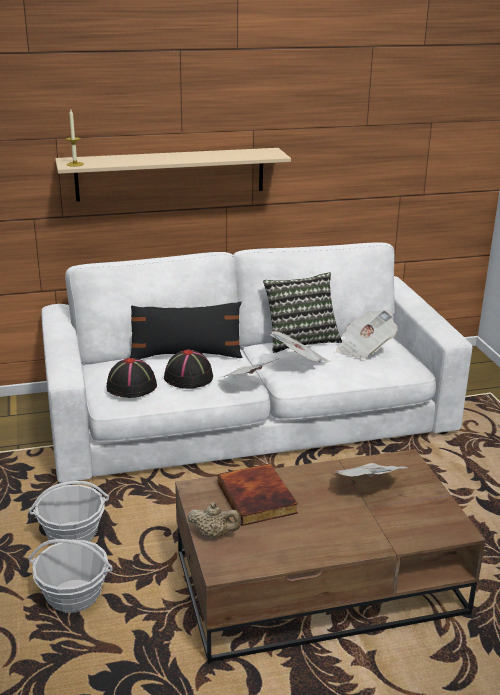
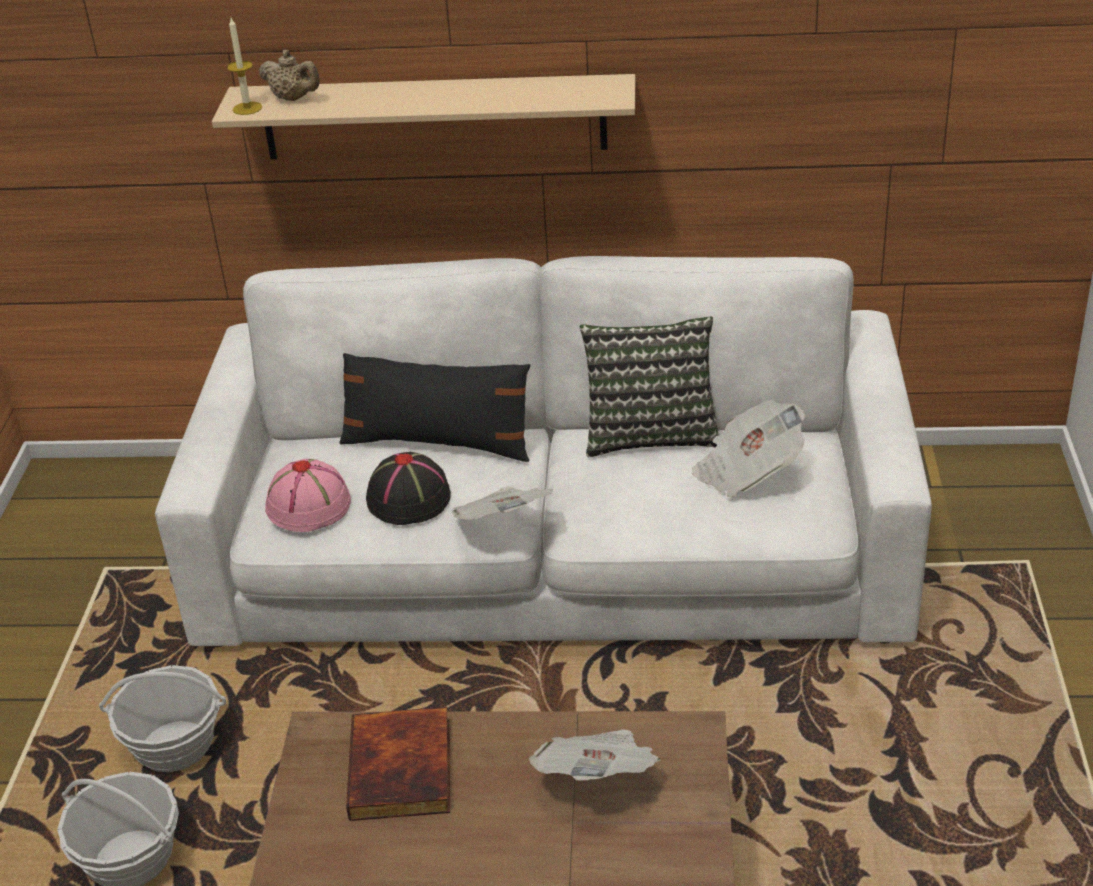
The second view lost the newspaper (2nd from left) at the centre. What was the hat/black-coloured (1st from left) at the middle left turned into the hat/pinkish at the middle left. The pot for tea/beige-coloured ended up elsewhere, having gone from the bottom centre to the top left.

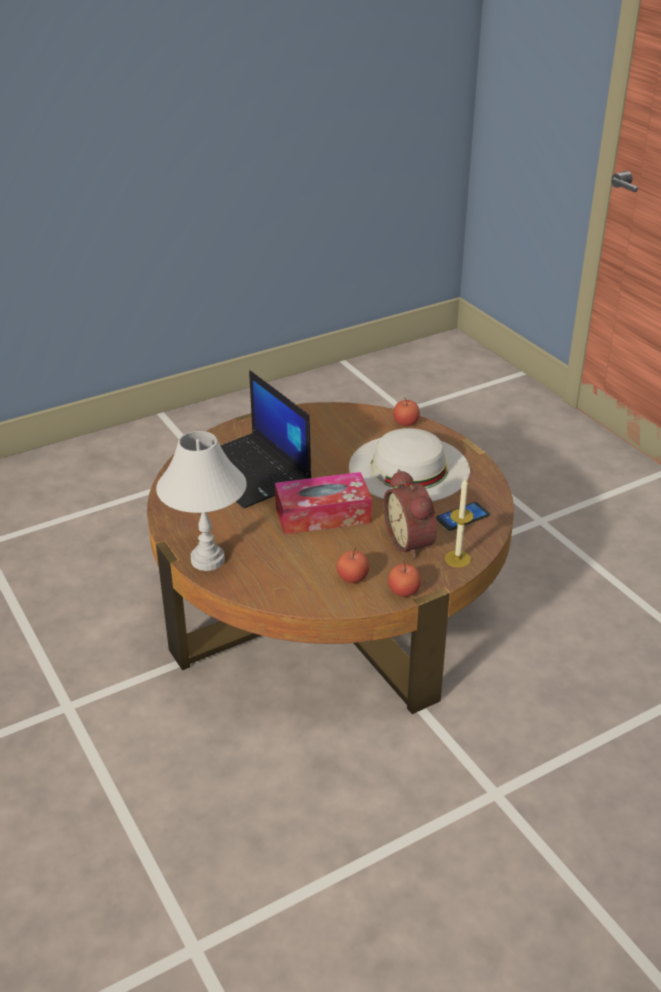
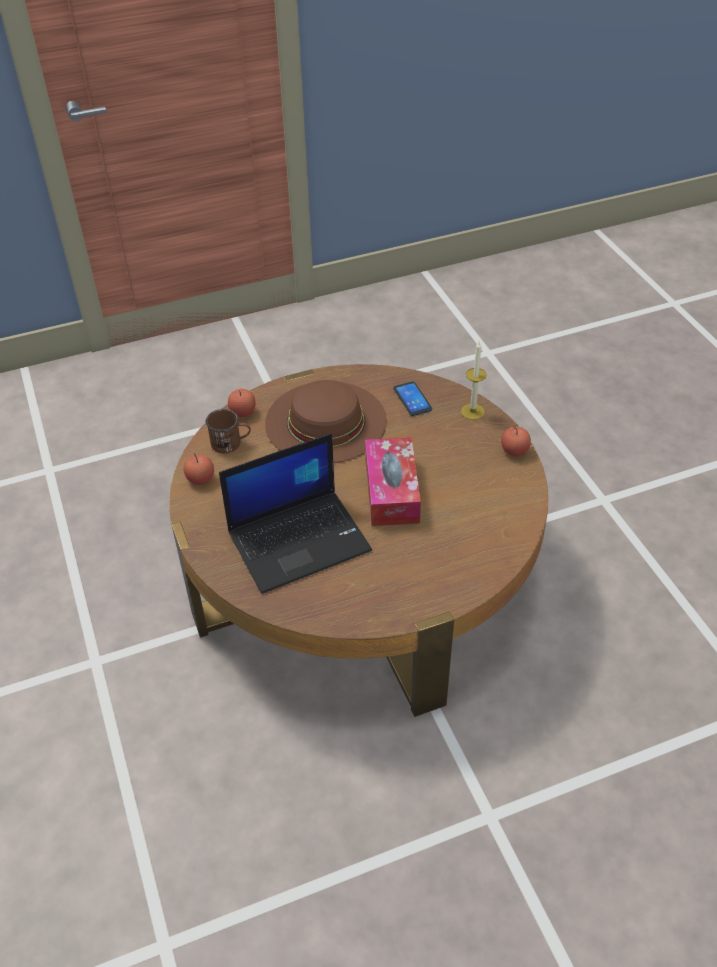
What was the hat/whitish at the centre turned into the hat/brown at the centre. The second view lost the table lamp/whitish at the middle left. The second view lost the bedside clock at the centre. The apple fruit (1st from left) ended up elsewhere, having gone from the centre to the middle left. The second view gained the mug/brown at the middle left.

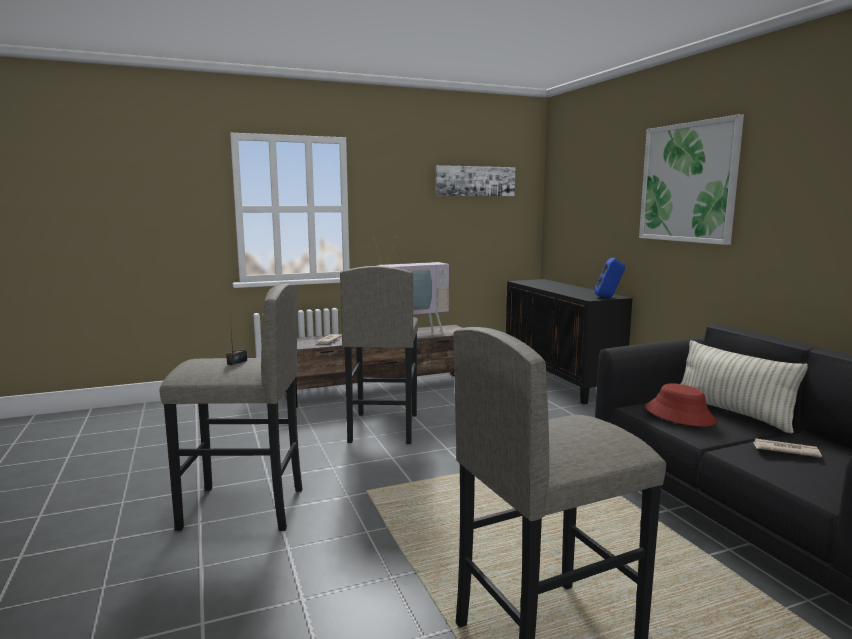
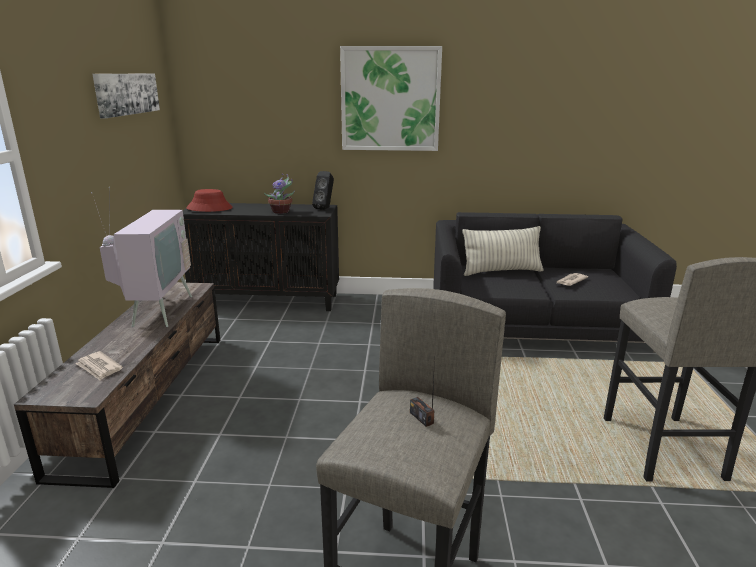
What was the speaker/bluish at the middle right turned into the speaker/black-coloured at the centre. The second view lost the stool/grey (2nd from left) at the centre. The hat/red ended up elsewhere, having gone from the middle right to the middle left. The second view gained the plant in a pot at the centre.

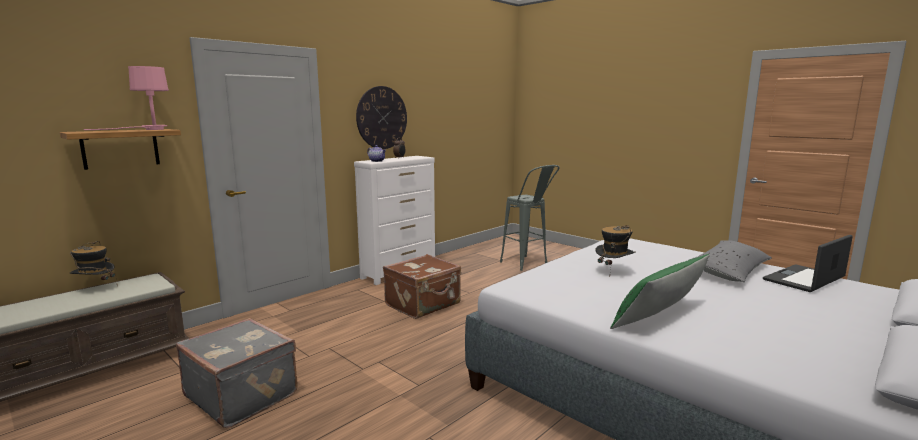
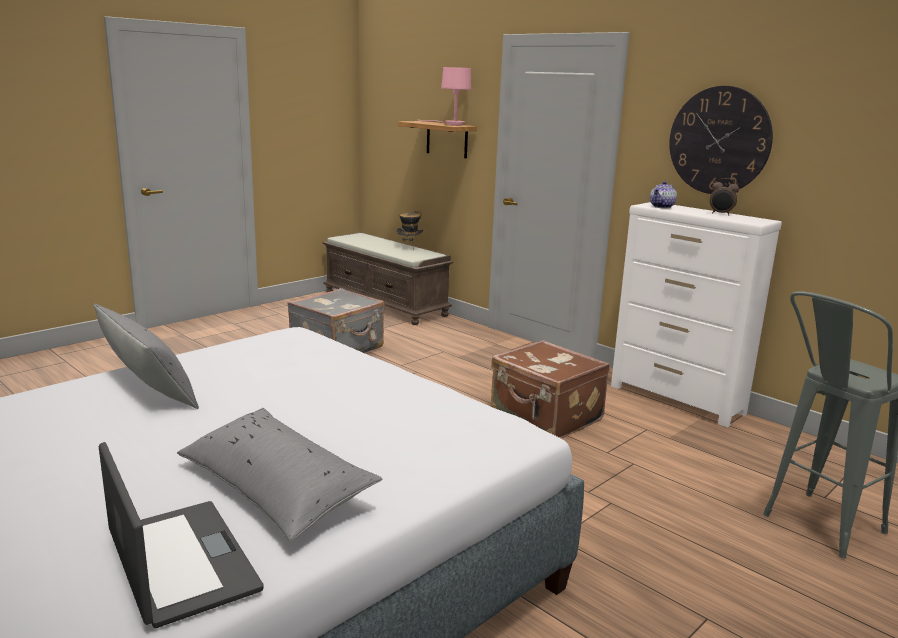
The second view lost the hat (2nd from left) at the middle right. What was the cushion/green at the middle right turned into the cushion/grey (1st from left) at the middle left.

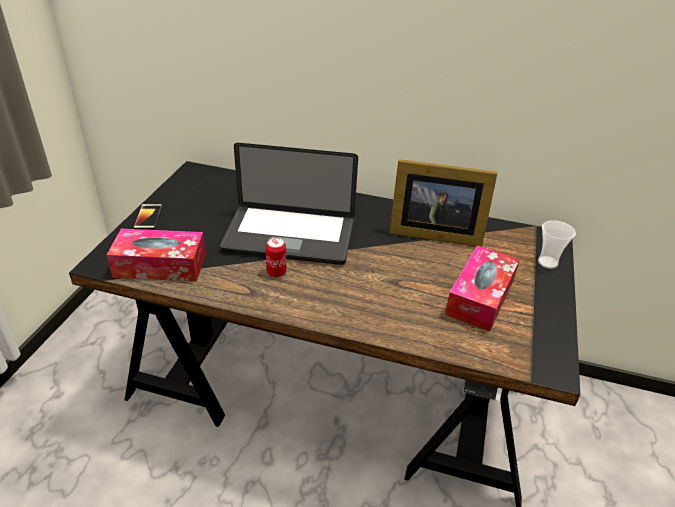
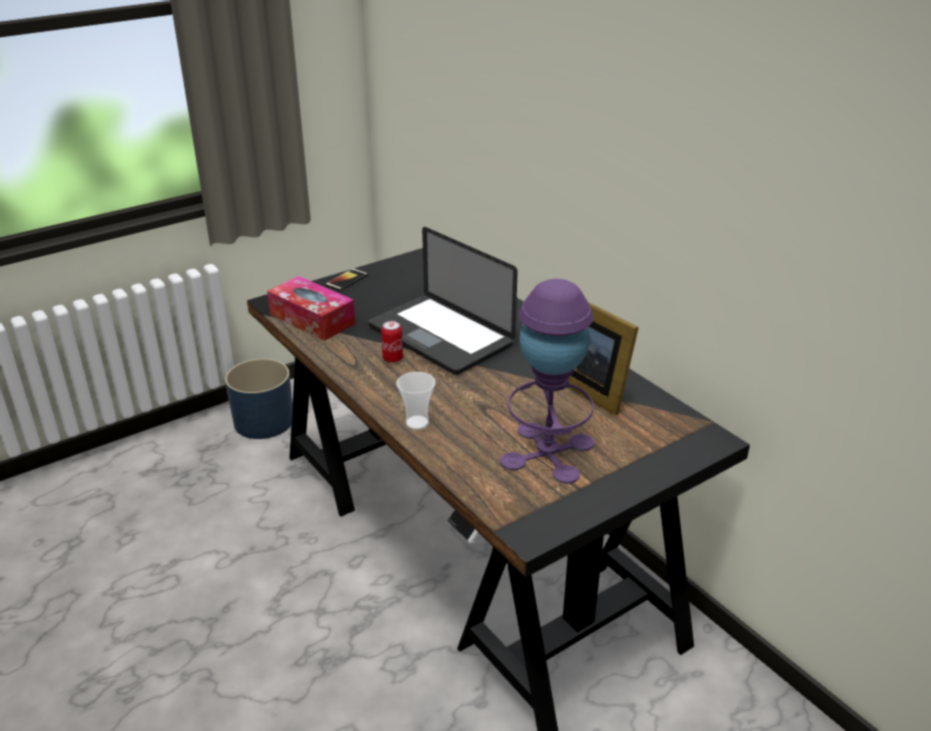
The drinking cup ended up elsewhere, having gone from the middle right to the centre. Where the tissue holder (2nd from left) stood at the middle right, the table lamp/purple came to stand at the centre. The second view gained the flower pot/bluish at the middle left.

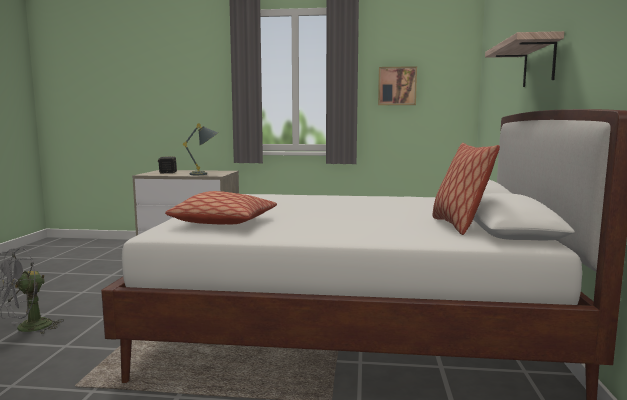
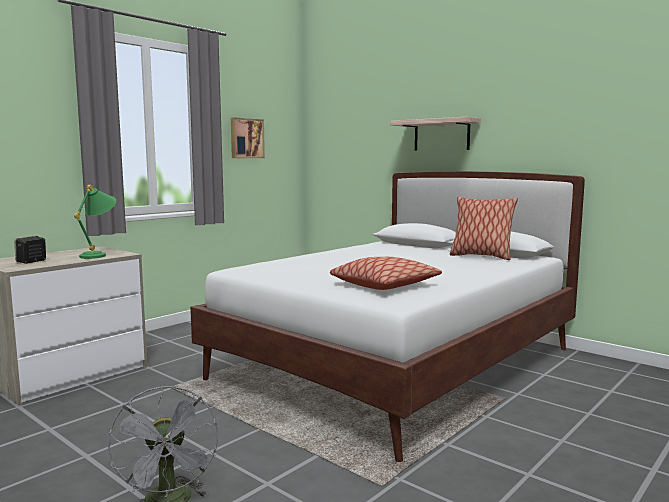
What was the table lamp/grey at the middle left turned into the table lamp/green at the middle left.

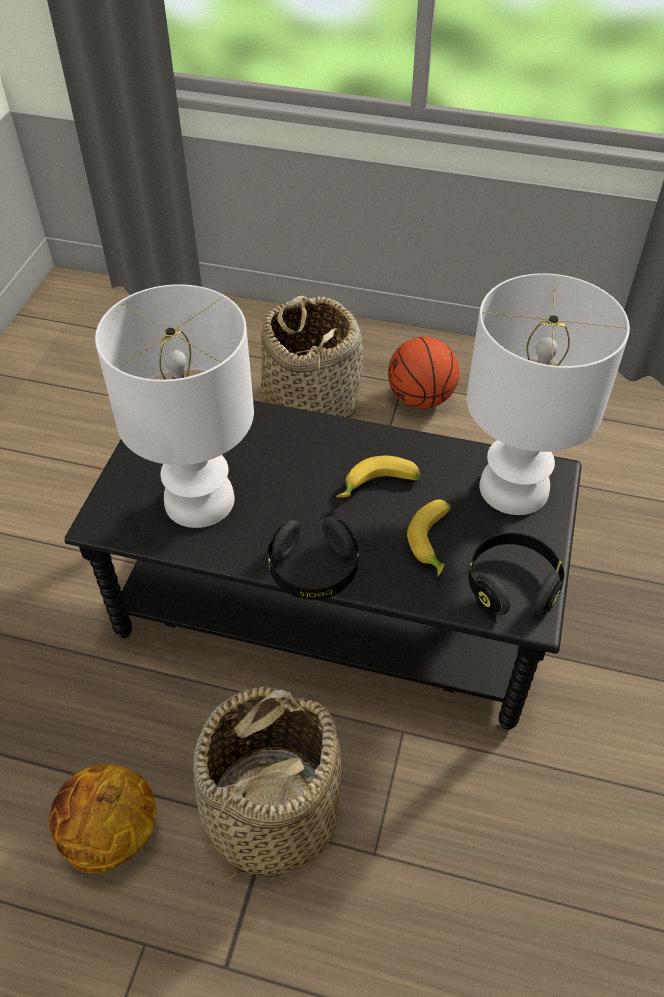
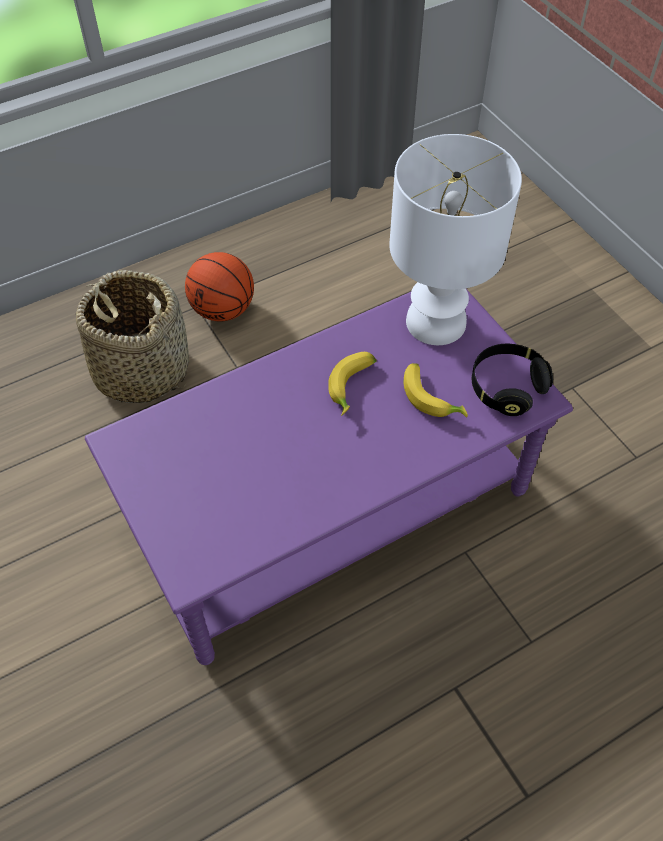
The second view lost the table lamp/whitish (1st from left) at the middle left. What was the coffee table/black-coloured at the centre turned into the coffee table/purple at the centre. The second view lost the pair of headphones/black-coloured (1st from left) at the centre. The second view lost the basket (1st from left) at the bottom centre. The second view lost the basketball (1st from left) at the bottom left.

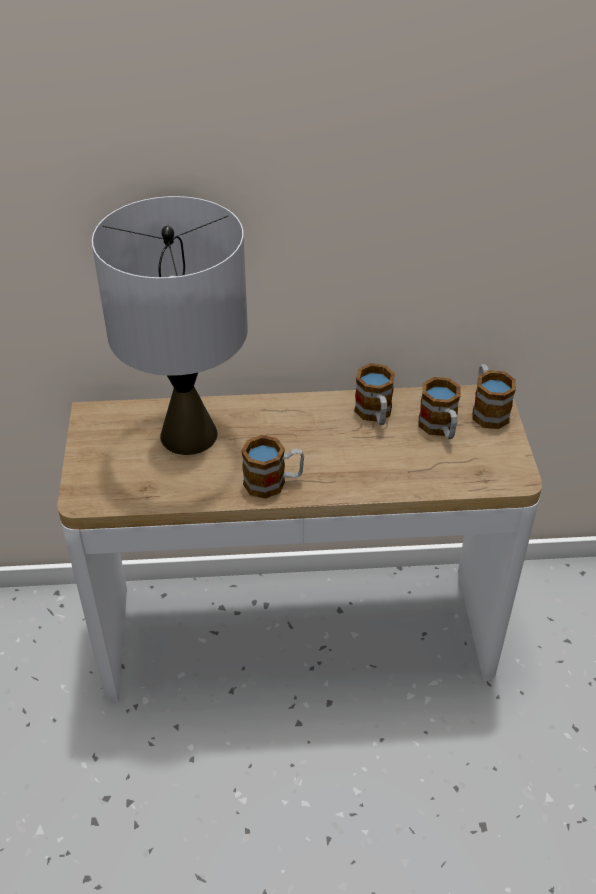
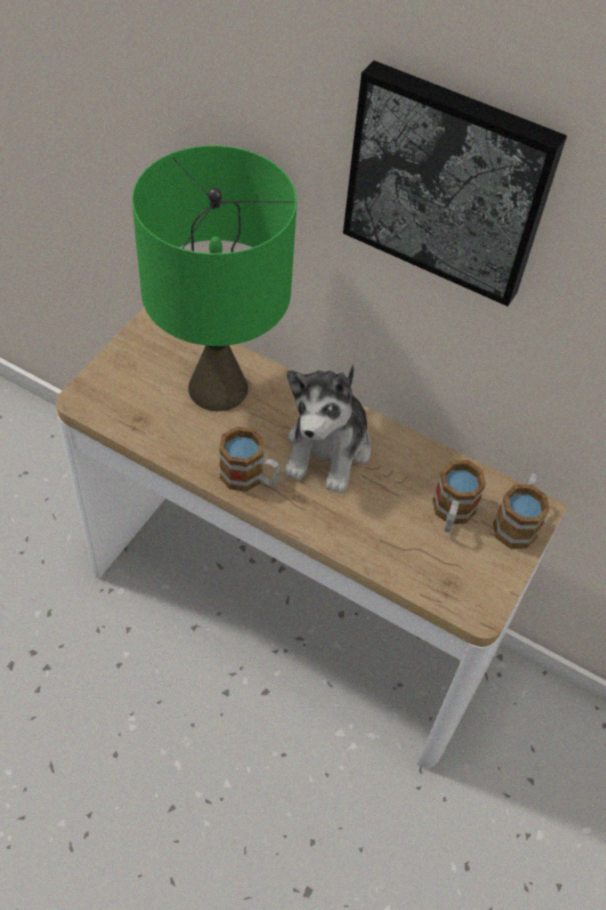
What was the table lamp/grey at the middle left turned into the table lamp/green at the top centre. The second view lost the mug (2nd from left) at the centre. The second view gained the wall picture at the top right. The second view gained the cuddly toy at the centre.

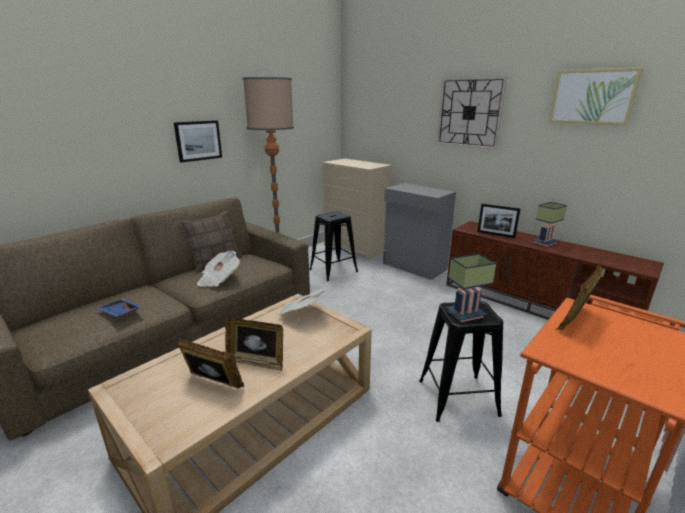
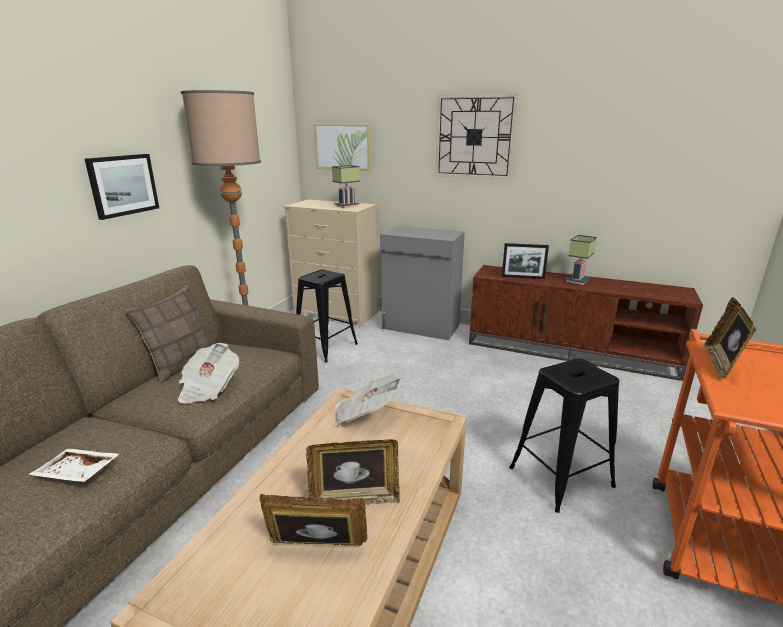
The wall picture (2nd from left) ended up elsewhere, having gone from the top right to the top centre. The table lamp (1st from left) ended up elsewhere, having gone from the middle right to the top centre. What was the tray/bluish at the middle left turned into the tray/whitish at the bottom left.

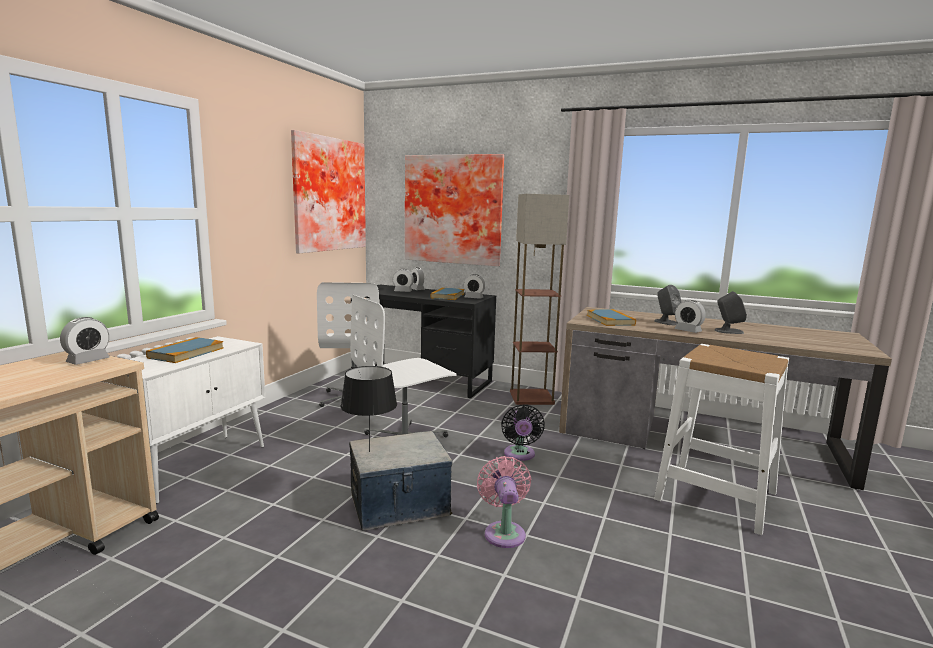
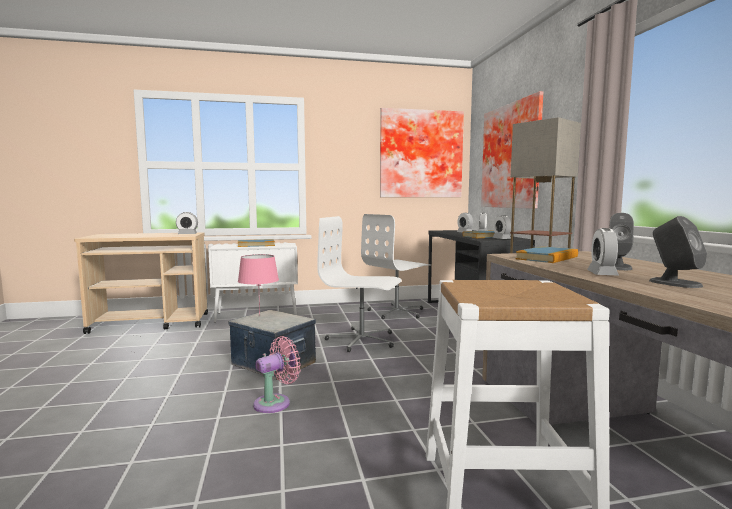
What was the table lamp/black-coloured at the centre turned into the table lamp/pinkish at the centre. The second view lost the cooling fan/black-coloured at the bottom centre.

